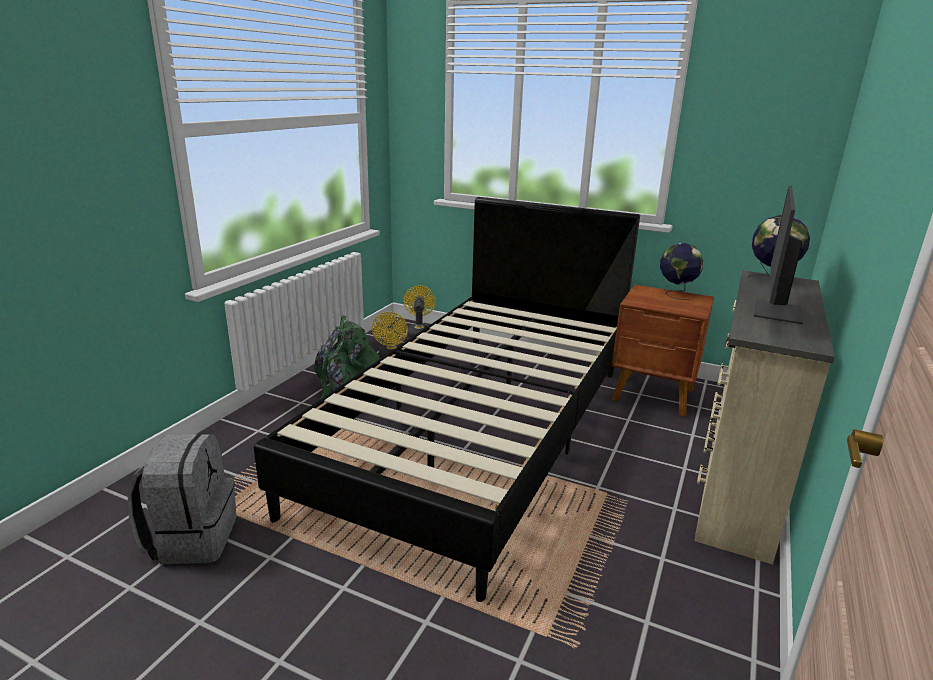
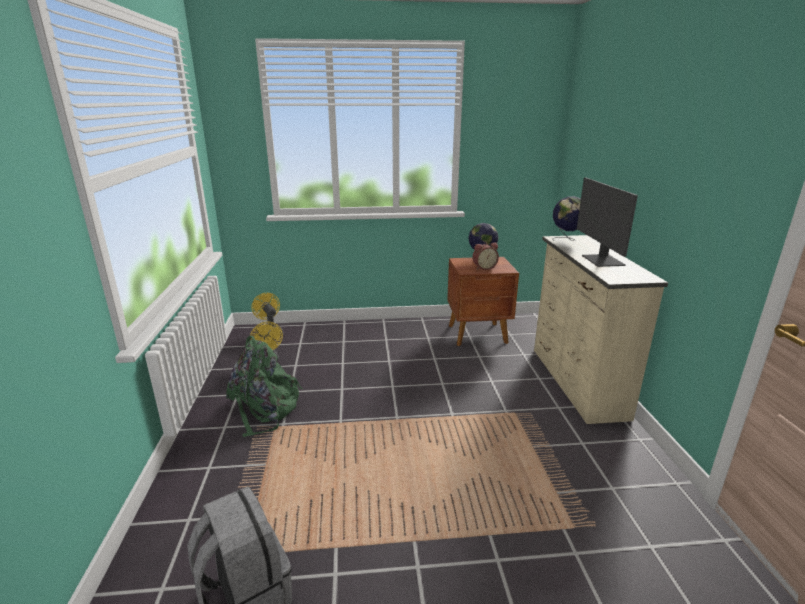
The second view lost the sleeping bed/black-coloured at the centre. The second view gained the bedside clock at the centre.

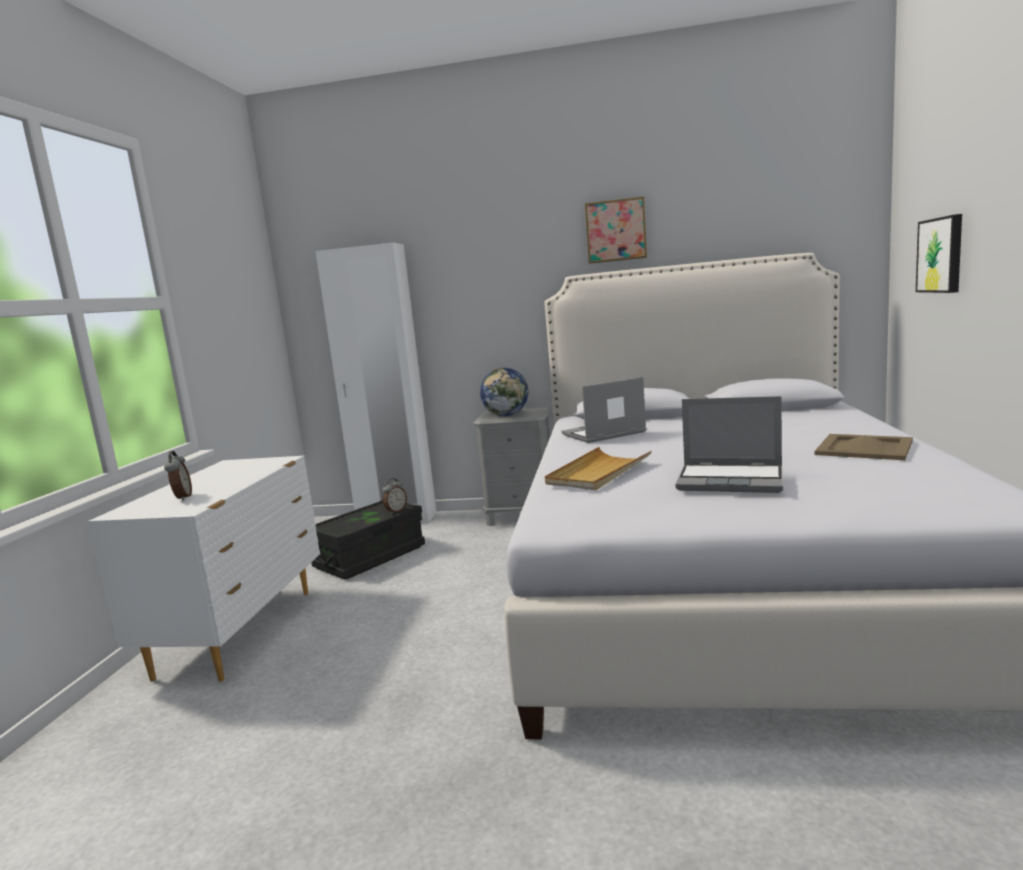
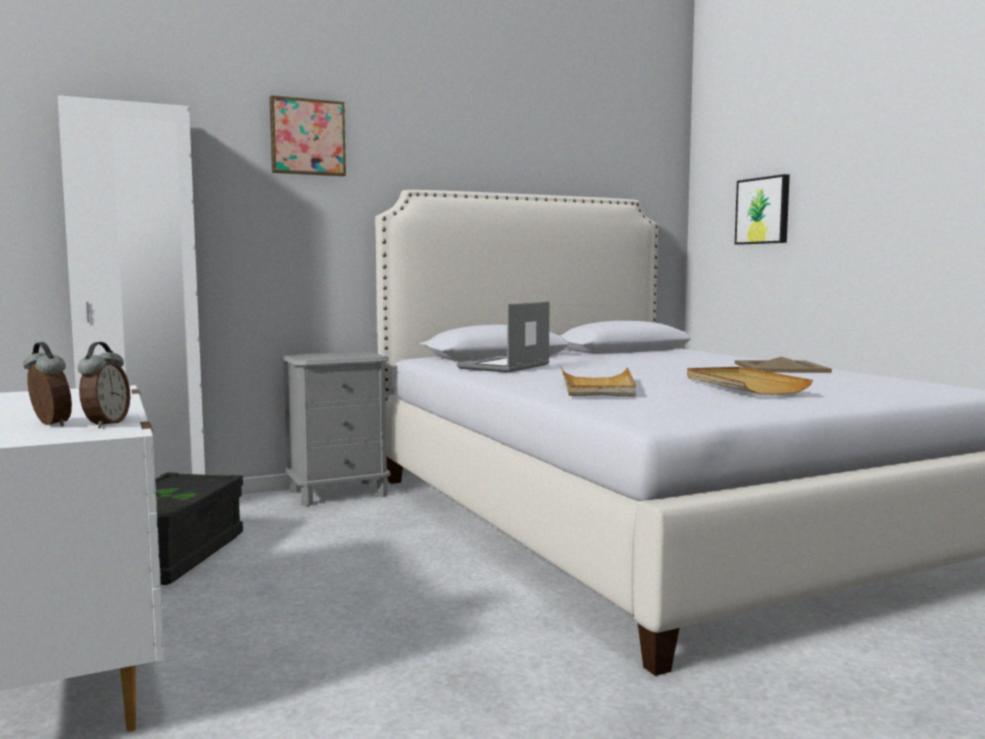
The wall picture (1st from left) ended up elsewhere, having gone from the top centre to the top left. The second view lost the world globe at the centre. Where the portable computer (2nd from left) stood at the middle right, the tray/beige-coloured (2nd from left) came to stand at the middle right. The bedside clock (2nd from left) ended up elsewhere, having gone from the centre to the middle left.

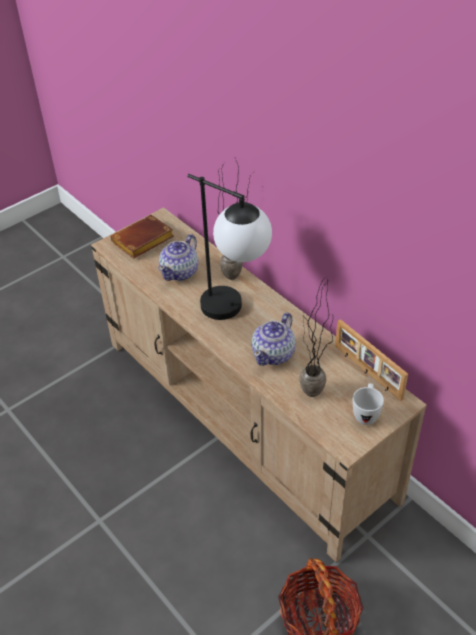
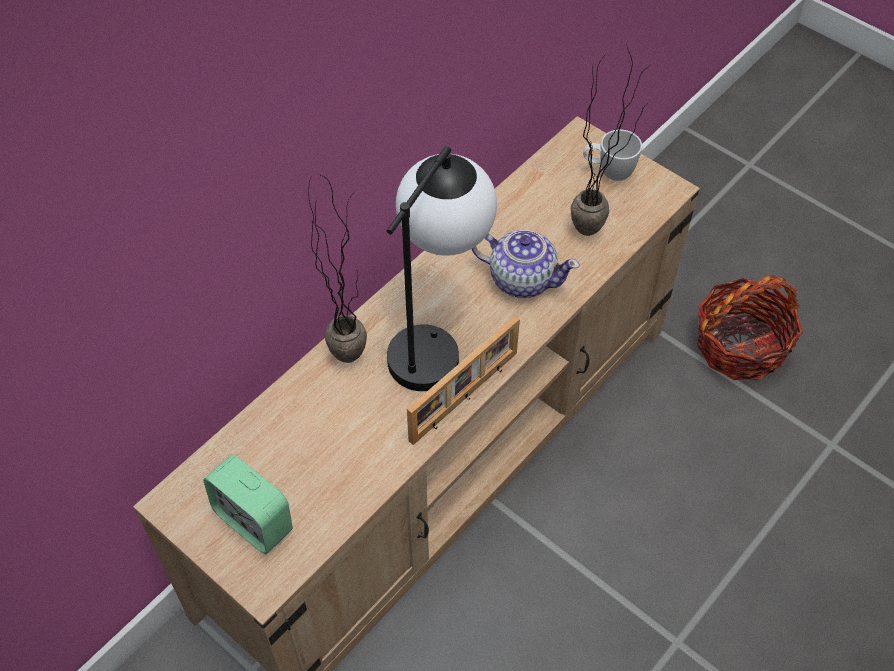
Where the volume/brown stood at the middle left, the bedside clock came to stand at the bottom left. The second view lost the pot for tea (1st from left) at the centre. The photo frame ended up elsewhere, having gone from the middle right to the centre.

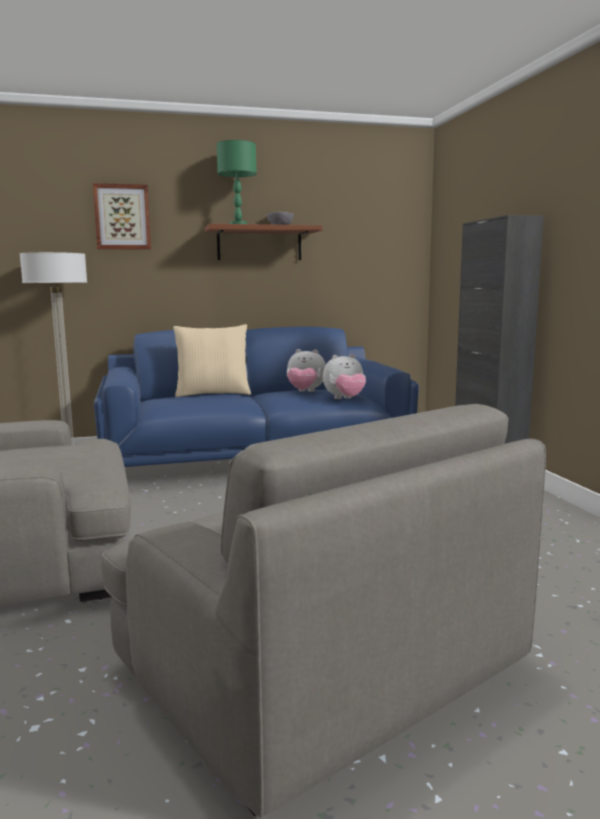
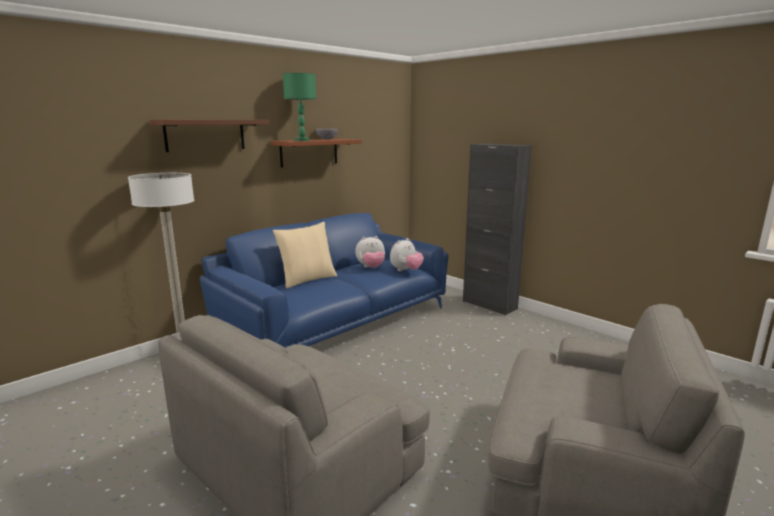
Where the wall picture hung at the top left, the bracket shelf/brown (1st from left) came to hang at the top left.

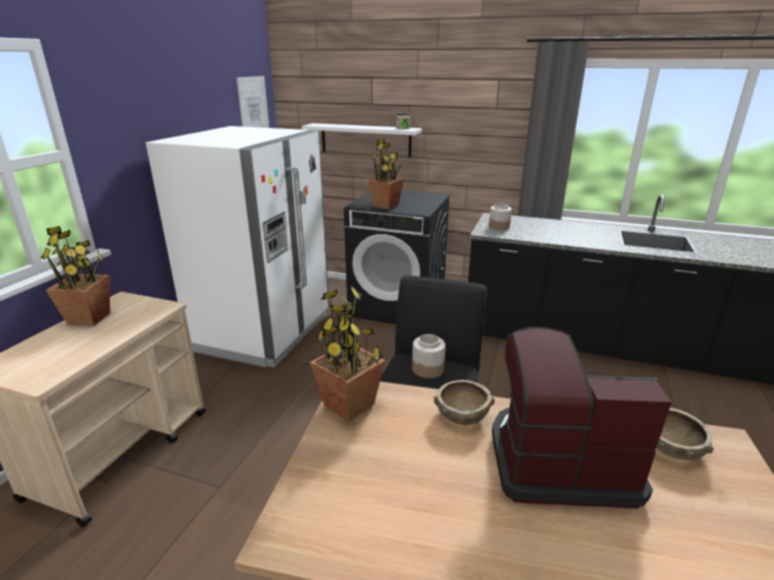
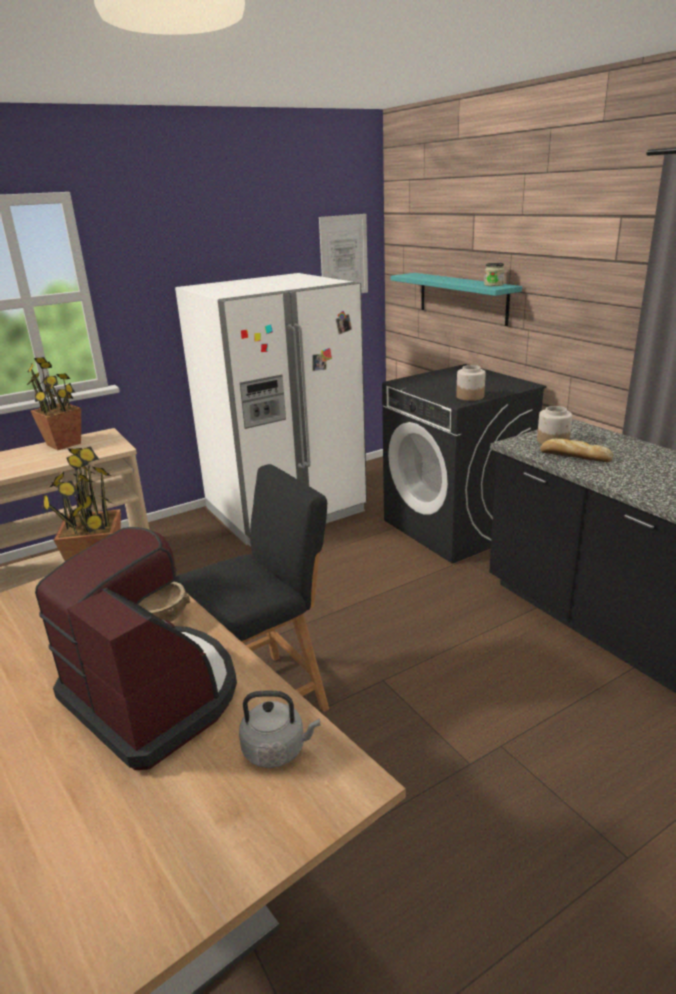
What was the bracket shelf/whitish at the top centre turned into the bracket shelf/blue-green at the top right. The second view lost the plant in a pot (3rd from left) at the top centre. The preserve jar (2nd from left in the first image) ended up elsewhere, having gone from the centre to the middle right. Where the serving bowl/brown (2nd from left) stood at the bottom right, the kettle/grey came to stand at the bottom centre. The second view gained the bakery bread at the middle right.

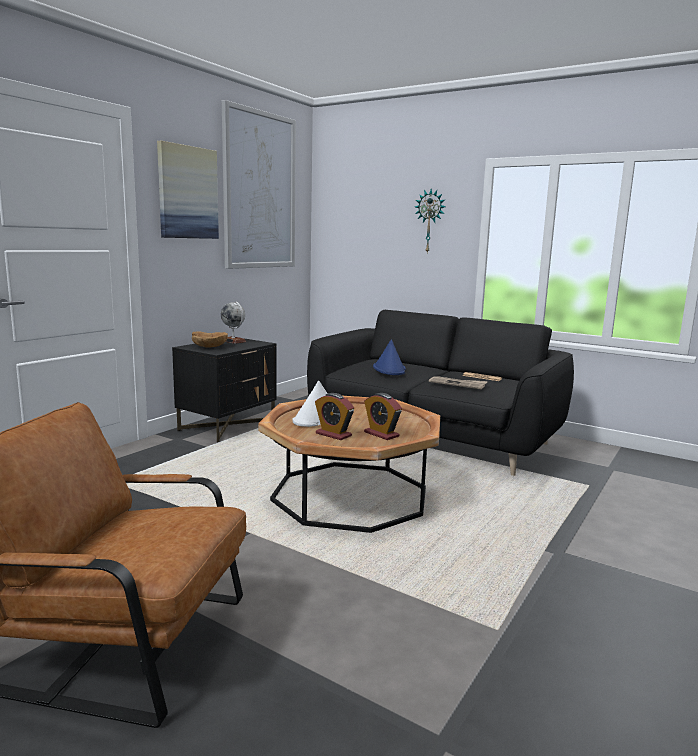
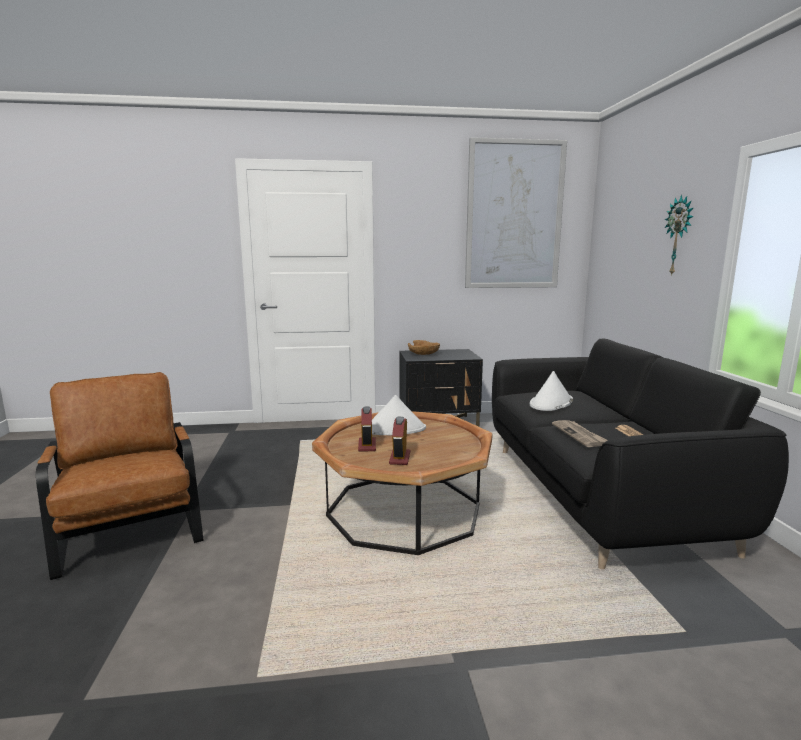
The second view lost the wall picture (1st from left) at the top left. The second view lost the world globe at the centre. What was the hat/bluish at the centre turned into the hat/whitish (2nd from left) at the middle right.

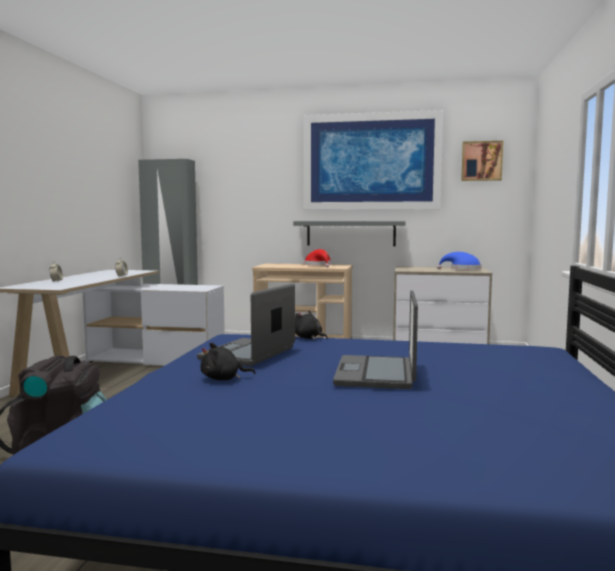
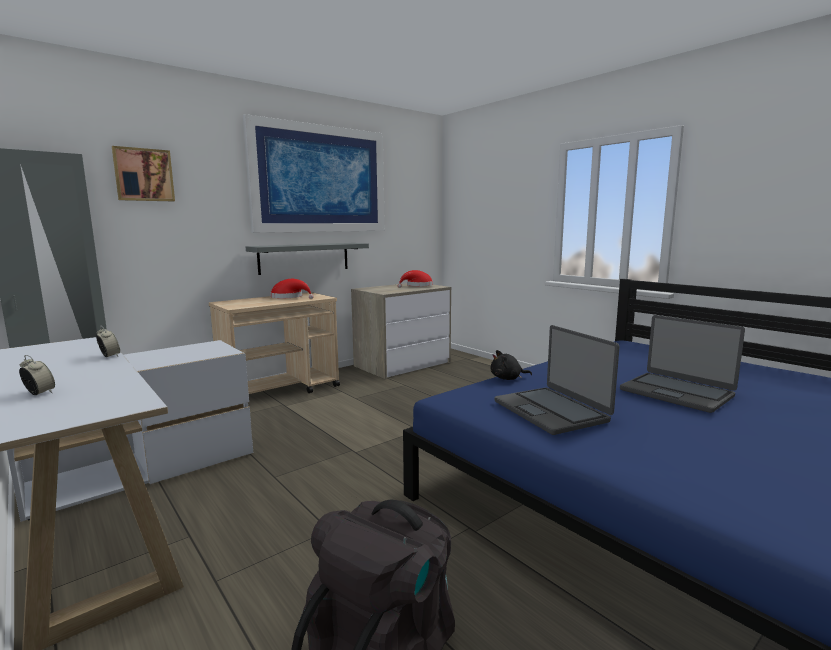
The wall picture (2nd from left in the first image) ended up elsewhere, having gone from the top right to the top left. What was the hat/bluish at the middle right turned into the hat/red (2nd from left) at the centre. The second view lost the cuddly toy/black-coloured (1st from left) at the centre.

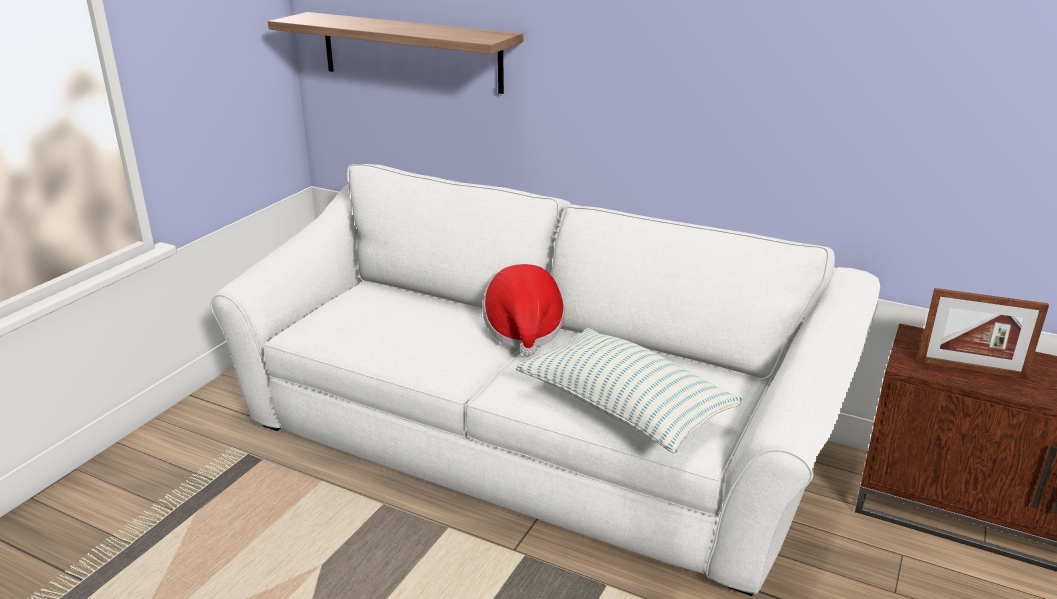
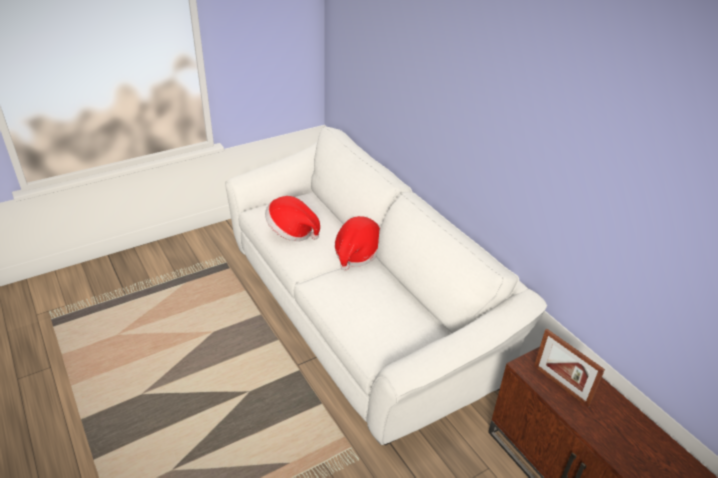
The second view lost the bracket shelf at the top centre. The second view lost the cushion at the centre. The second view gained the hat (1st from left) at the centre.

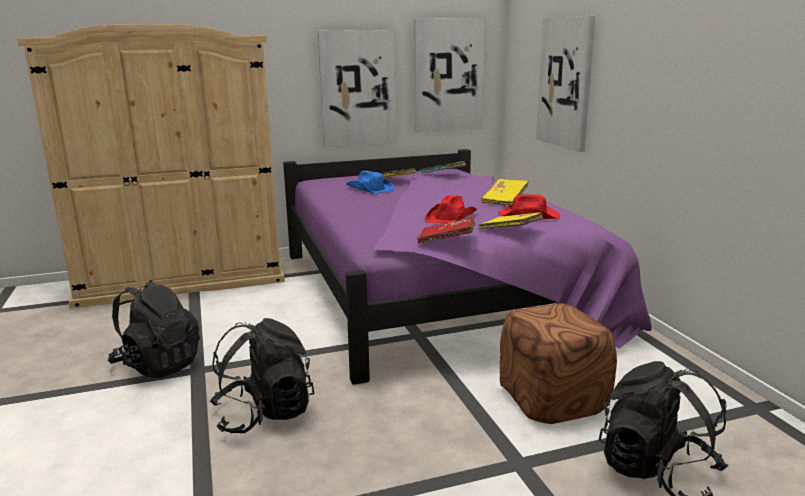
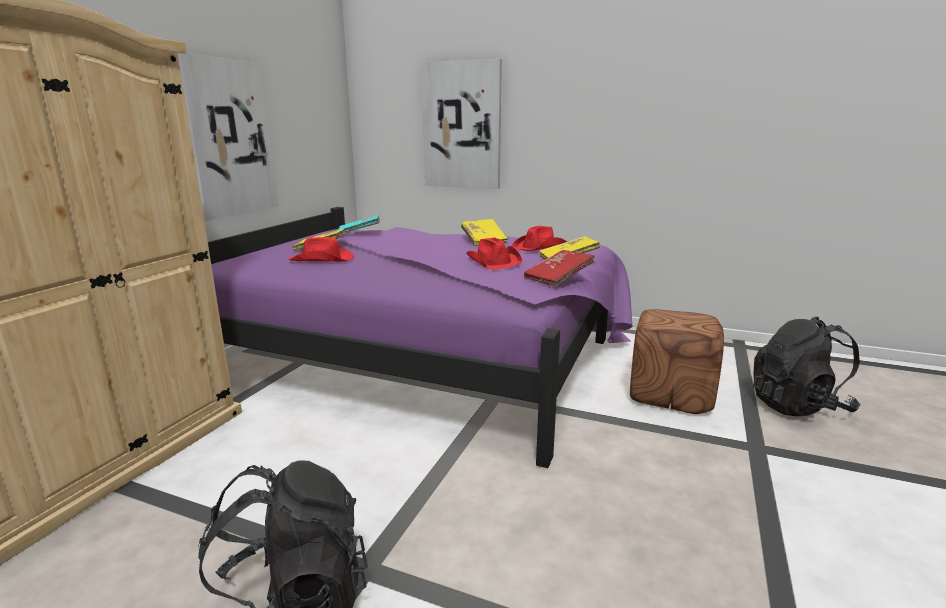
The second view lost the wall picture (2nd from left) at the top centre. What was the hat/bluish at the centre turned into the hat/red (1st from left) at the centre. The second view lost the knapsack/black-coloured (2nd from left) at the bottom left.

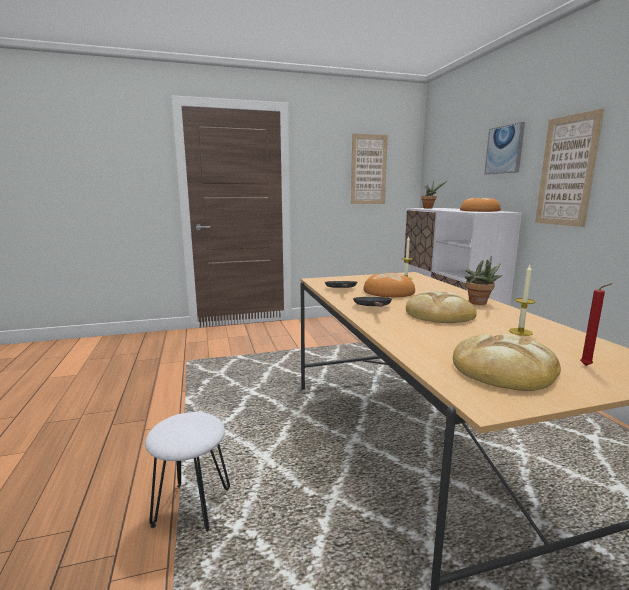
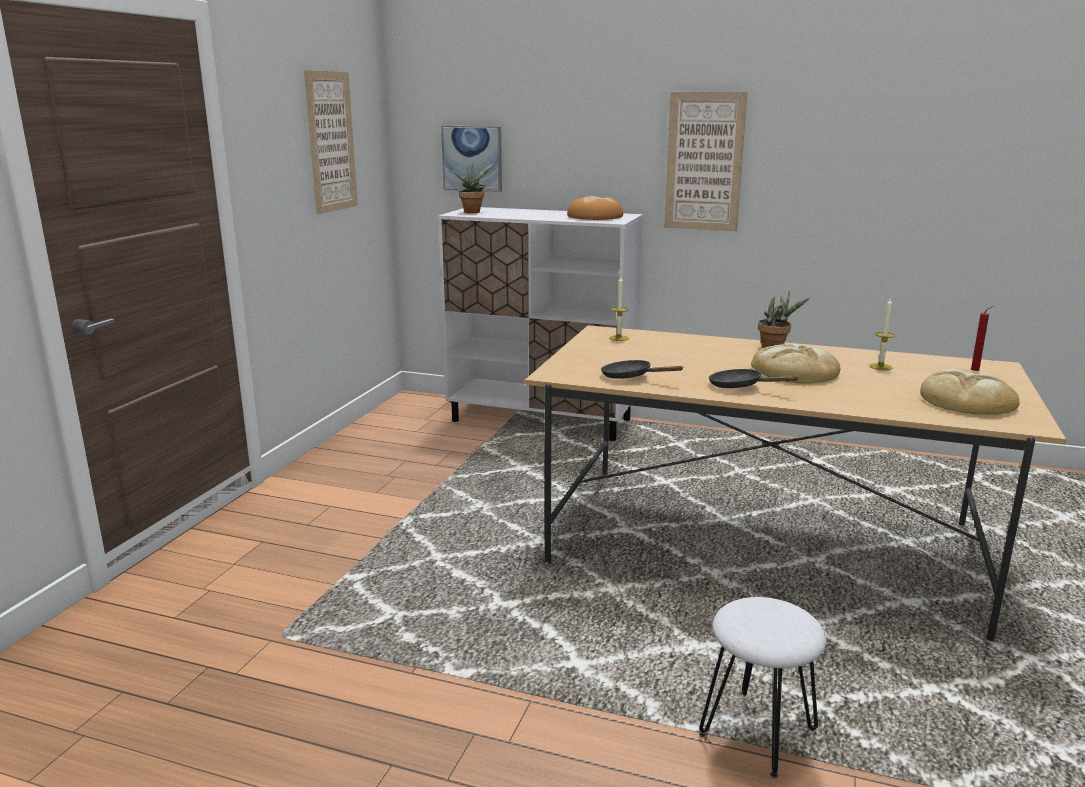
The wall picture (2nd from left) ended up elsewhere, having gone from the top right to the top centre. The second view lost the bakery bread (1st from left) at the centre.

